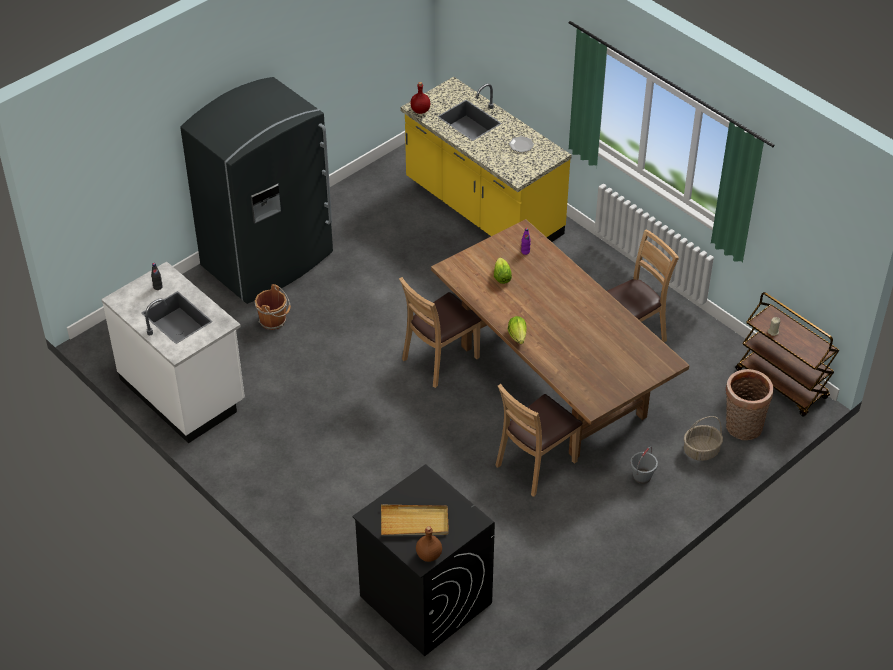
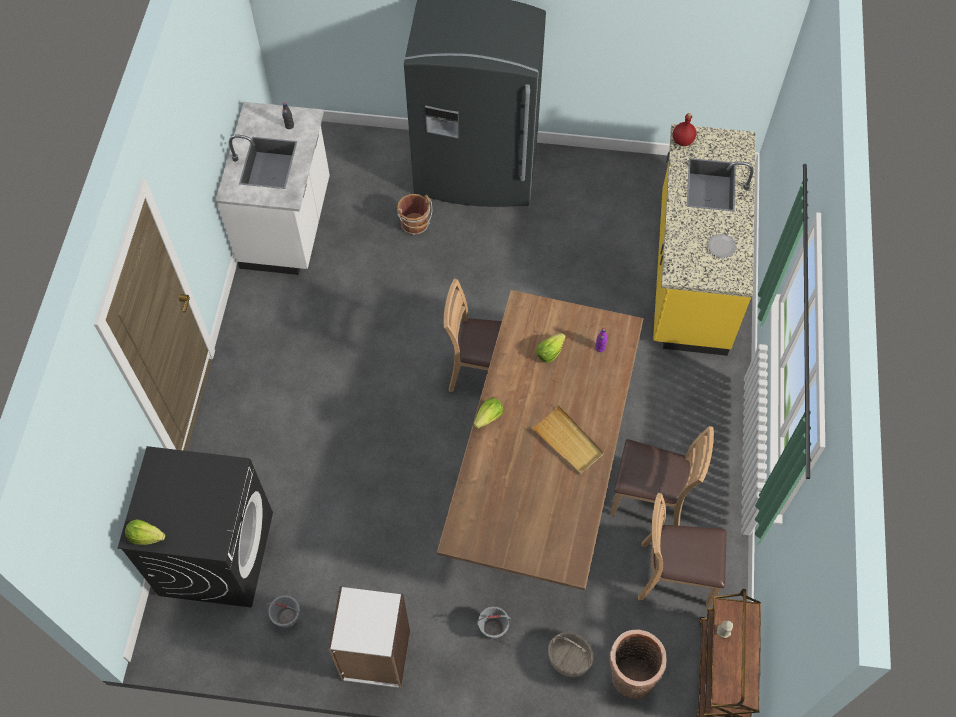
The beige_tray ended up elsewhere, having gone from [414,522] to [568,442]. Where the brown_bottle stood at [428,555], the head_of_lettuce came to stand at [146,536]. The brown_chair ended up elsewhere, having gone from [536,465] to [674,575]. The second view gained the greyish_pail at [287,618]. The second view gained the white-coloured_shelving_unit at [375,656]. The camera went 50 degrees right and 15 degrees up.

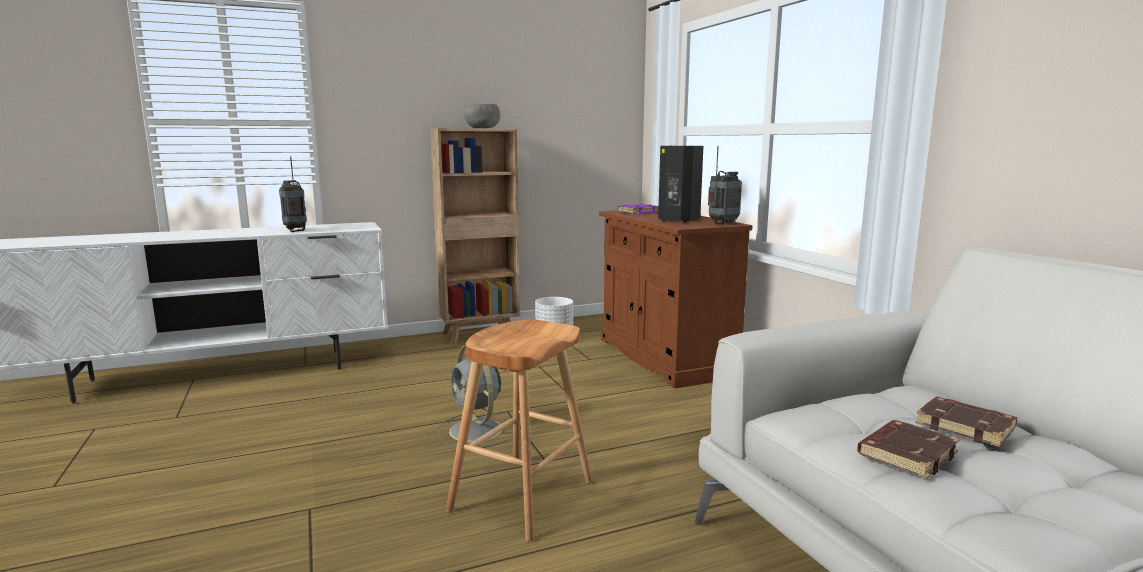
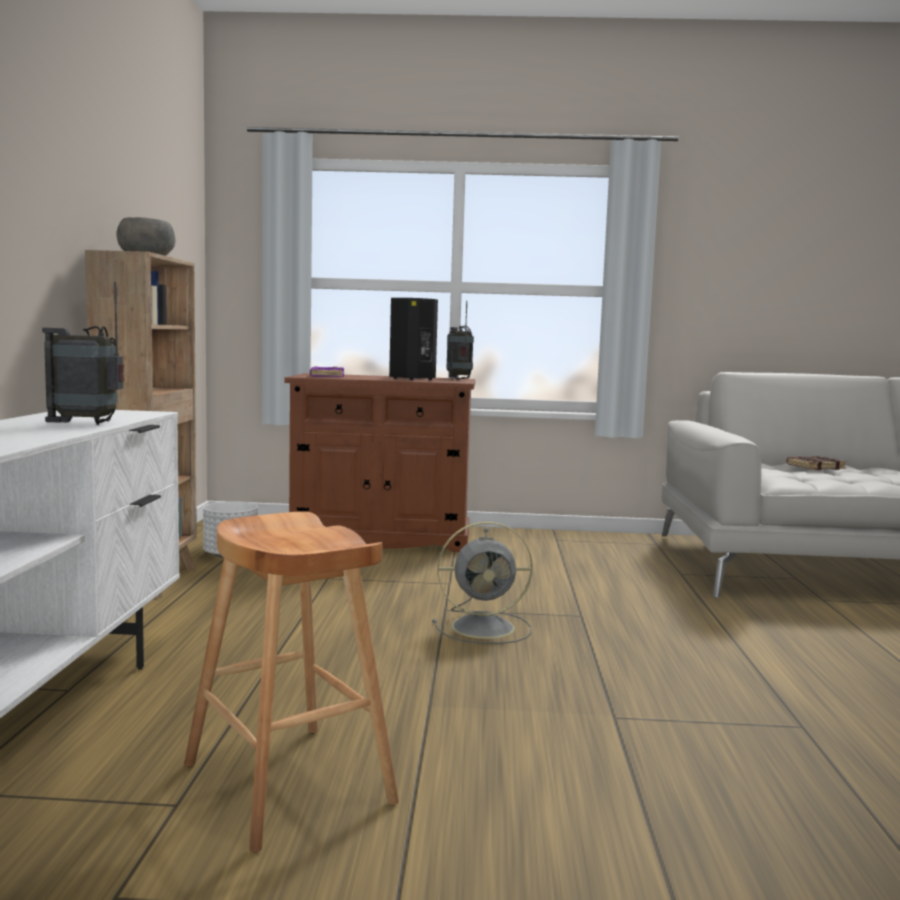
The brown_stool ended up elsewhere, having gone from [522,496] to [288,784]. The second view lost the brown_book at [906,454]. The camera went 65 degrees left and 5 degrees down.

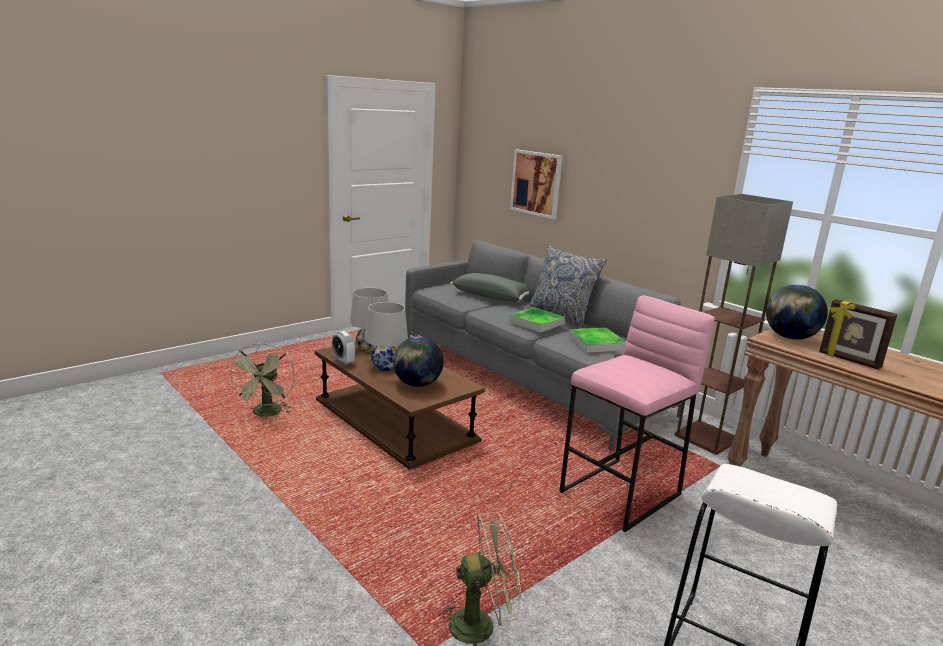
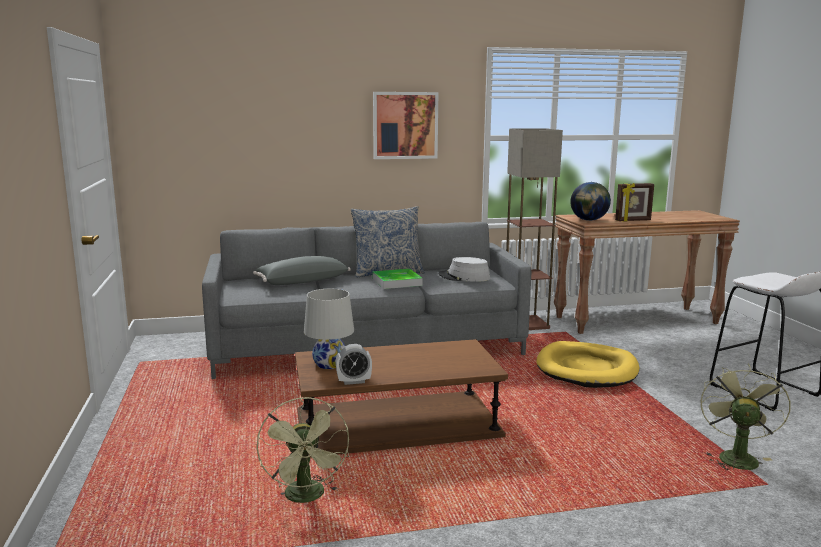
The greenish_electric_fan at [266,414] ended up facing another way, 45 degrees clockwise from before. The second view lost the white-coloured_tabletop_lamp at [386,367]. The second view lost the world_globe at [417,384]. The wall_picture ended up elsewhere, having gone from [536,183] to [405,125]. Where the pink-coloured_stool stood at [621,494], the yellow-coloured_dog_cushion came to stand at [587,369]. Where the tray stood at [596,343], the greyish_clothing_hat came to stand at [464,277]. The camera went 60 degrees left and 5 degrees down.

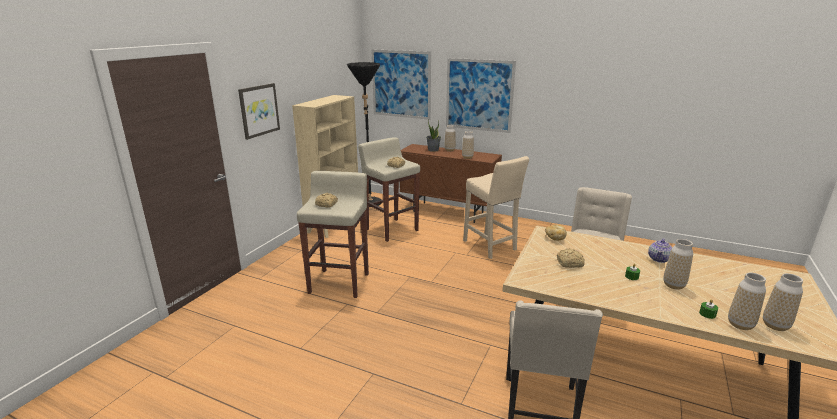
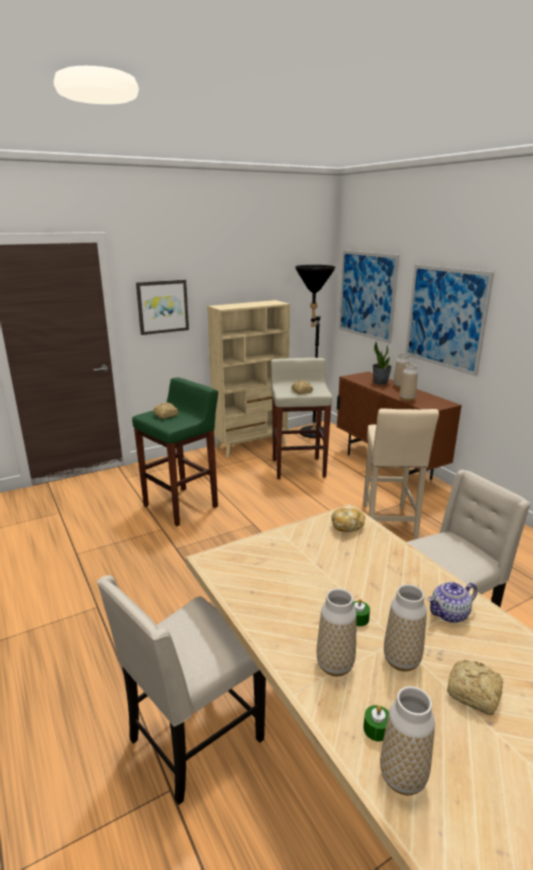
What was the beige_stool at [339,283] turned into the greenish_stool at [182,506]. The bread ended up elsewhere, having gone from [570,263] to [475,694]. The vase ended up elsewhere, having gone from [775,325] to [335,665]. The camera went 35 degrees right and 0 degrees up.

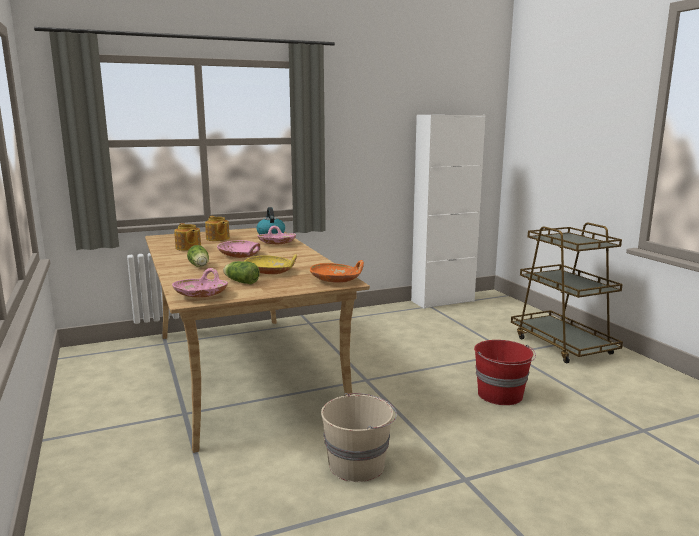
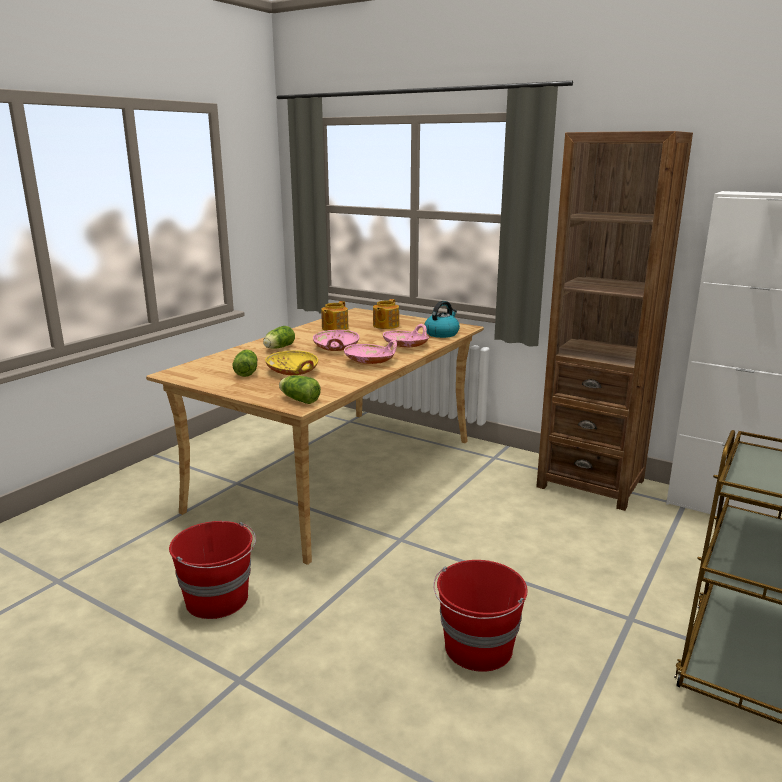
The pink-coloured_serving_bowl ended up elsewhere, having gone from [201,295] to [370,361]. Where the orange_serving_bowl stood at [336,280], the head_of_lettuce came to stand at [298,399]. What was the beige_pail at [358,465] turned into the red-coloured_pail at [218,599]. The second view gained the brown_shelving_unit at [590,483]. The camera went 55 degrees right and 5 degrees up.

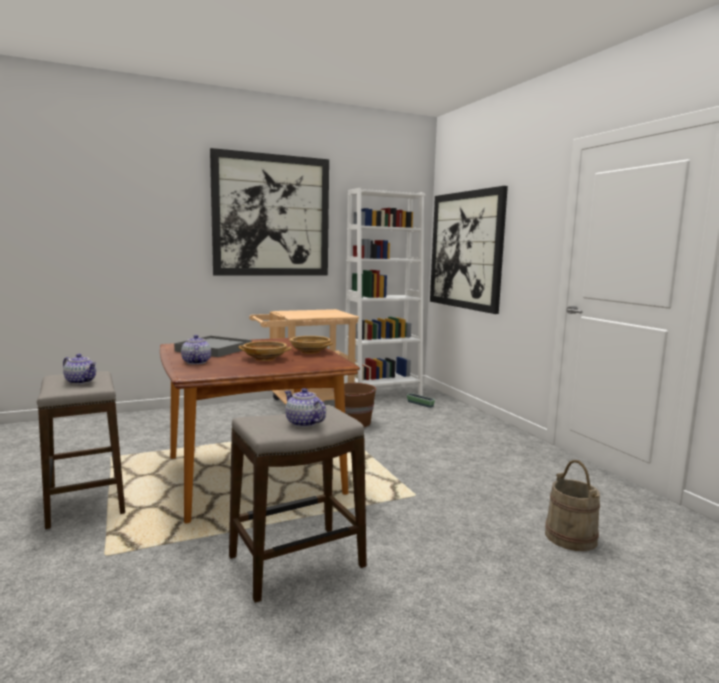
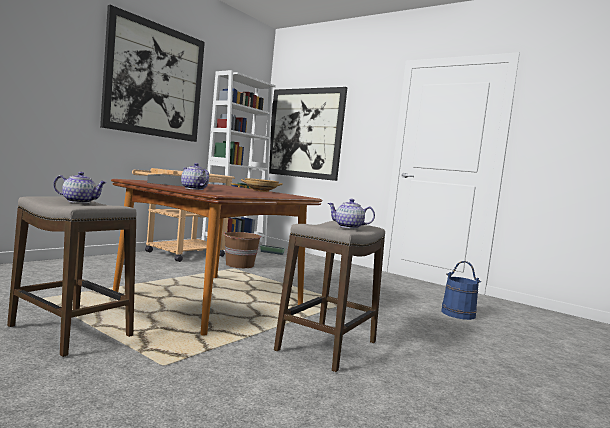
The second view lost the beige_serving_bowl at [265,358]. What was the beige_pail at [571,537] turned into the blue_pail at [458,314]. The camera went 30 degrees left and 5 degrees down.

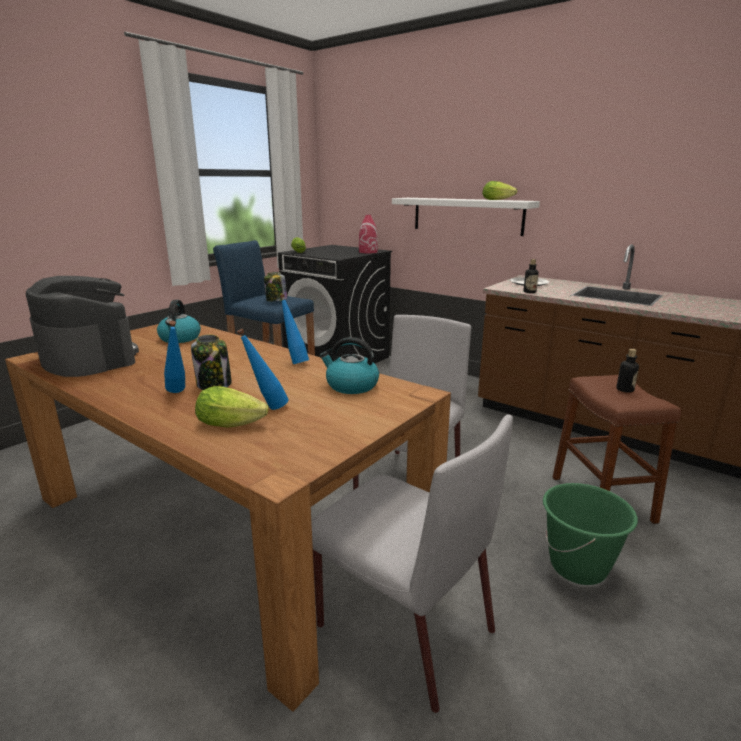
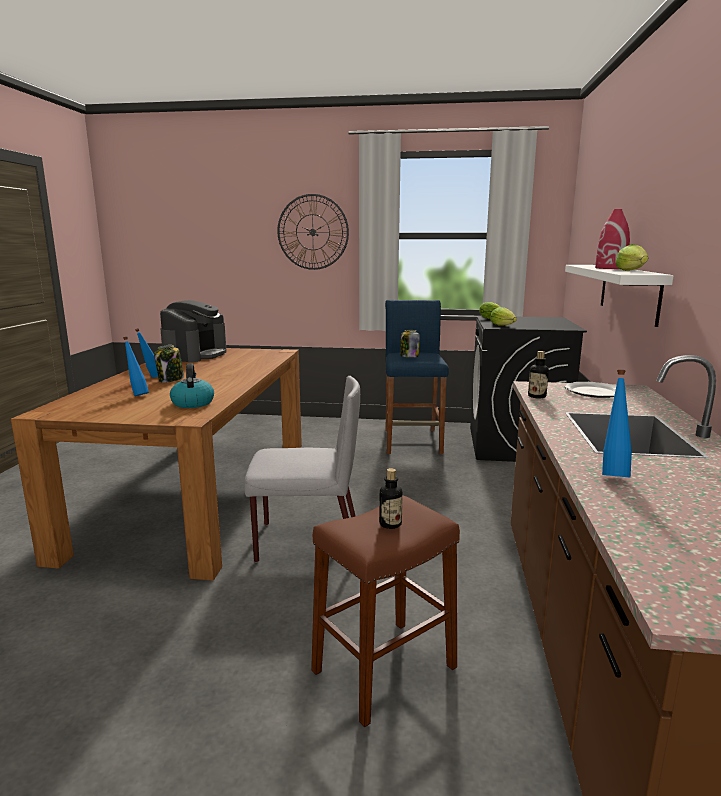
The second view lost the water_kettle at [180,338]. The head_of_lettuce ended up elsewhere, having gone from [234,424] to [503,325]. The blue_bottle ended up elsewhere, having gone from [295,362] to [612,474]. The second view lost the greyish_chair at [402,626]. The red-coloured_vase ended up elsewhere, having gone from [368,252] to [611,268]. The second view lost the greenish_pail at [578,566]. The second view gained the clock_on_the_wall at [313,232]. The camera went 60 degrees right and 5 degrees down.

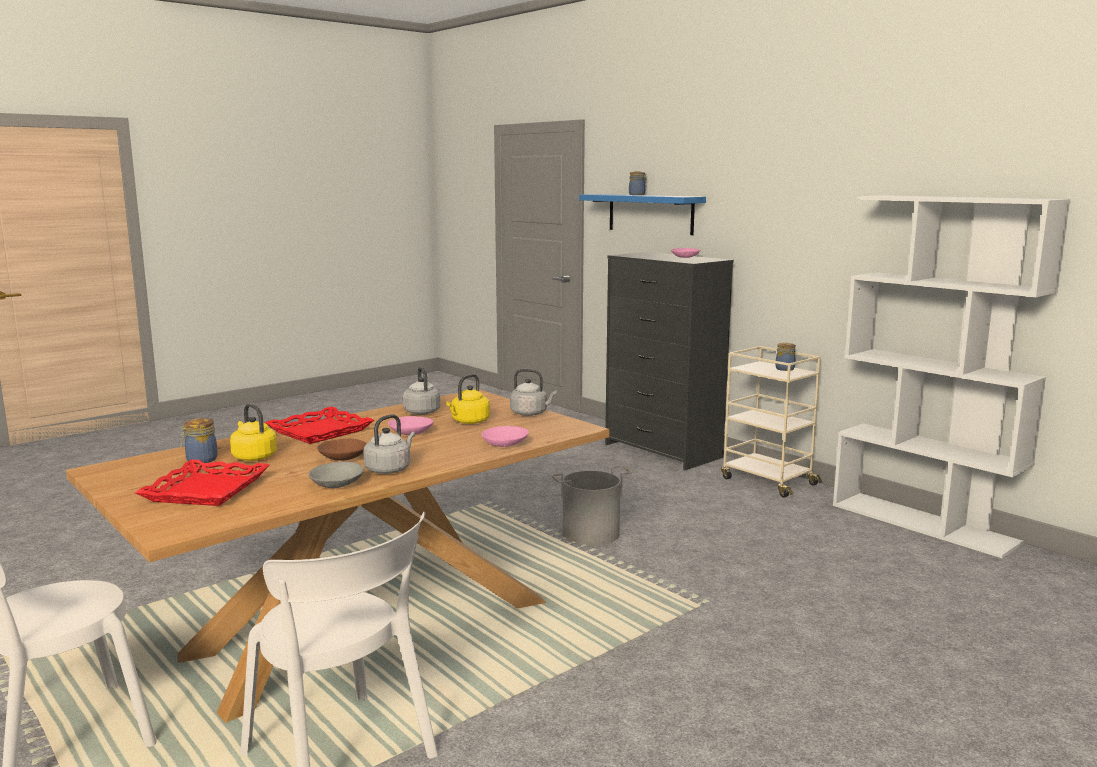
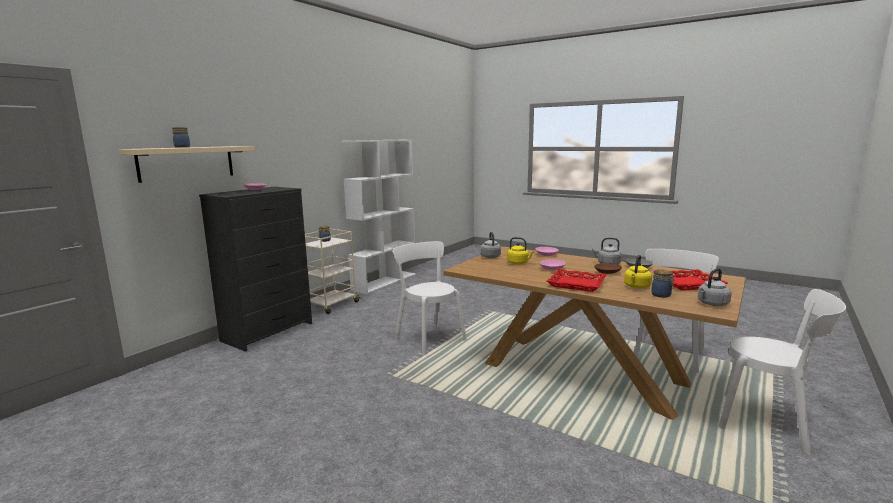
The greyish_water_kettle ended up elsewhere, having gone from [421,411] to [712,304]. Where the greyish_pail stood at [591,534], the white-coloured_chair came to stand at [428,337]. What was the blue_shelf at [650,213] turned into the beige_shelf at [187,163]. The camera went 105 degrees left and 0 degrees up.

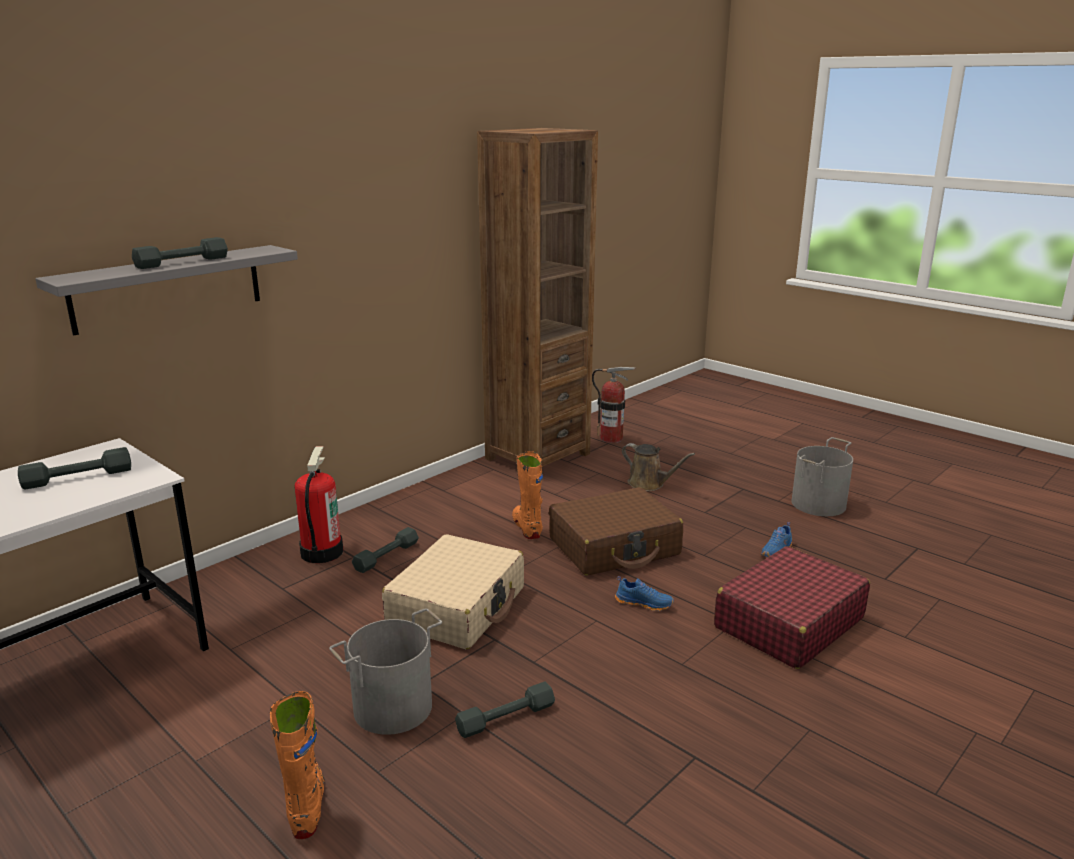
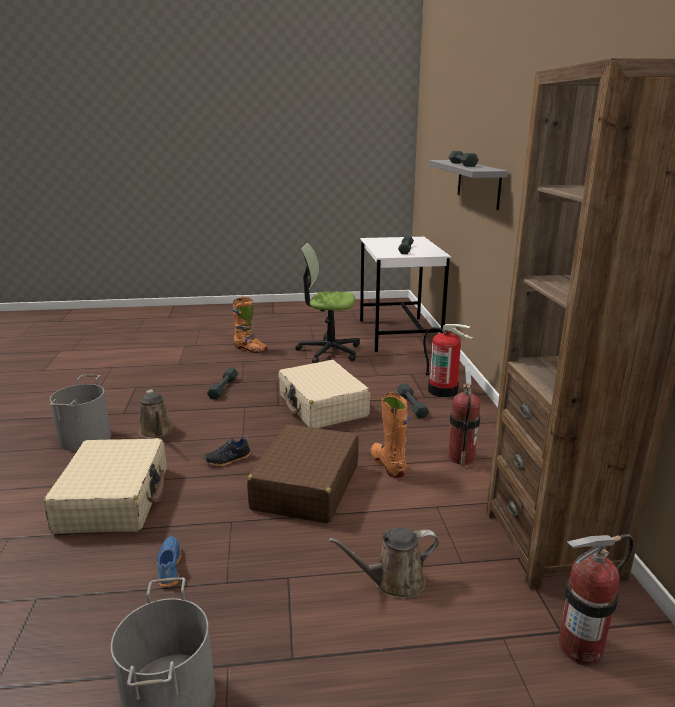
The greyish_pail ended up elsewhere, having gone from [392,706] to [86,438]. The orange_tall_boot at [527,527] ended up facing another way, 135 degrees counterclockwise from before. What was the blue_shoe at [644,603] turned into the blackish_shoe at [228,460]. What was the red-coloured_travel_case at [788,623] turned into the beige_travel_case at [114,499]. The second view gained the brown_watering_can at [157,431]. The second view gained the desk_chair at [329,351]. The second view gained the extinguisher at [461,457]. The camera went 130 degrees right and 0 degrees up.

